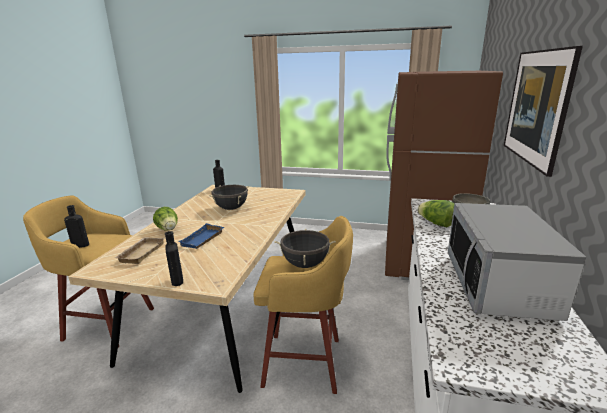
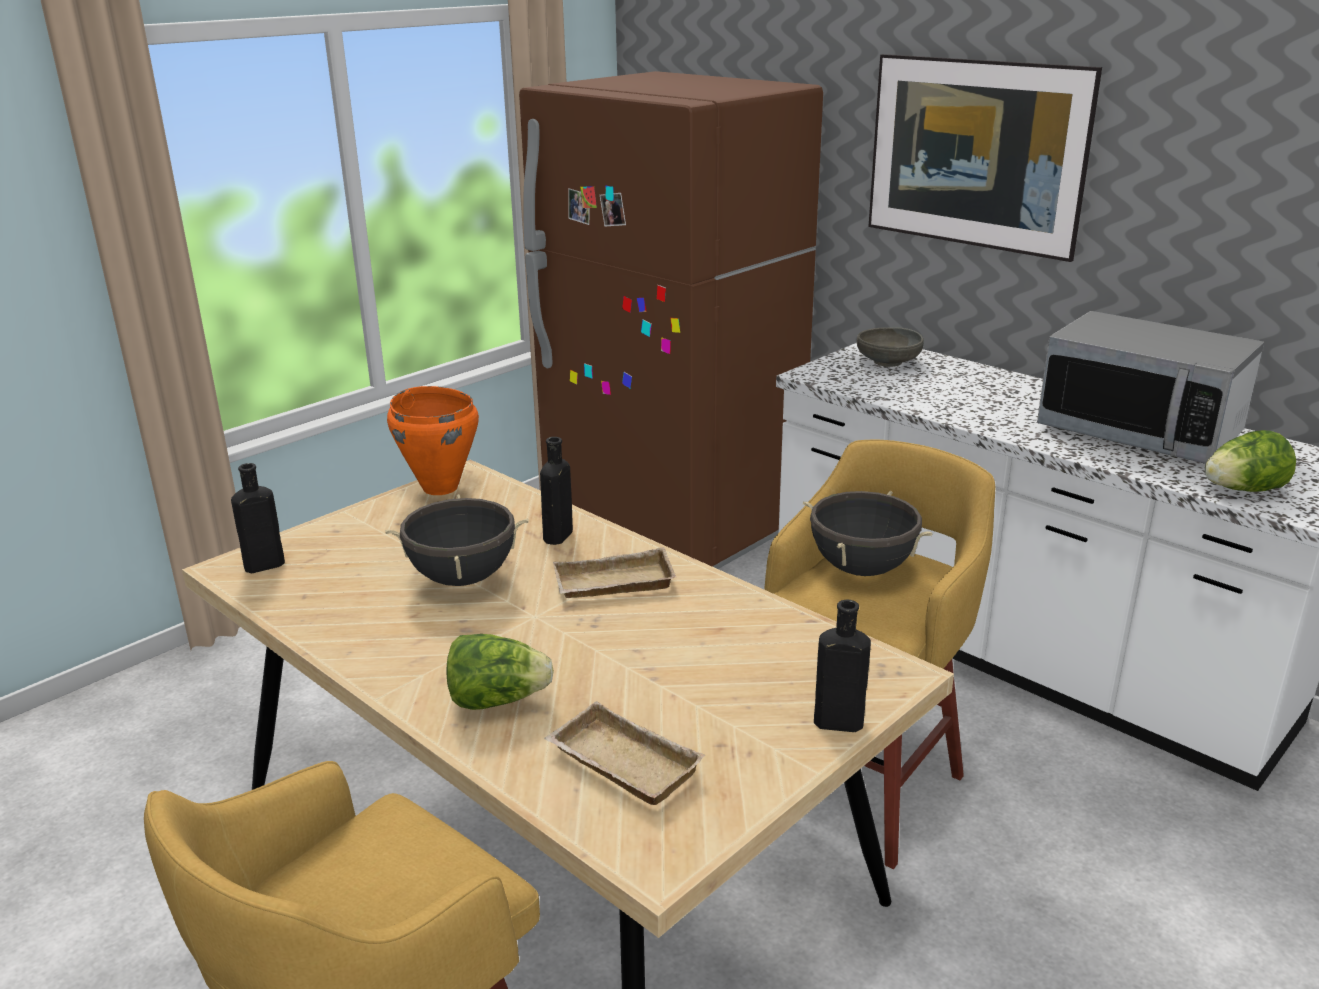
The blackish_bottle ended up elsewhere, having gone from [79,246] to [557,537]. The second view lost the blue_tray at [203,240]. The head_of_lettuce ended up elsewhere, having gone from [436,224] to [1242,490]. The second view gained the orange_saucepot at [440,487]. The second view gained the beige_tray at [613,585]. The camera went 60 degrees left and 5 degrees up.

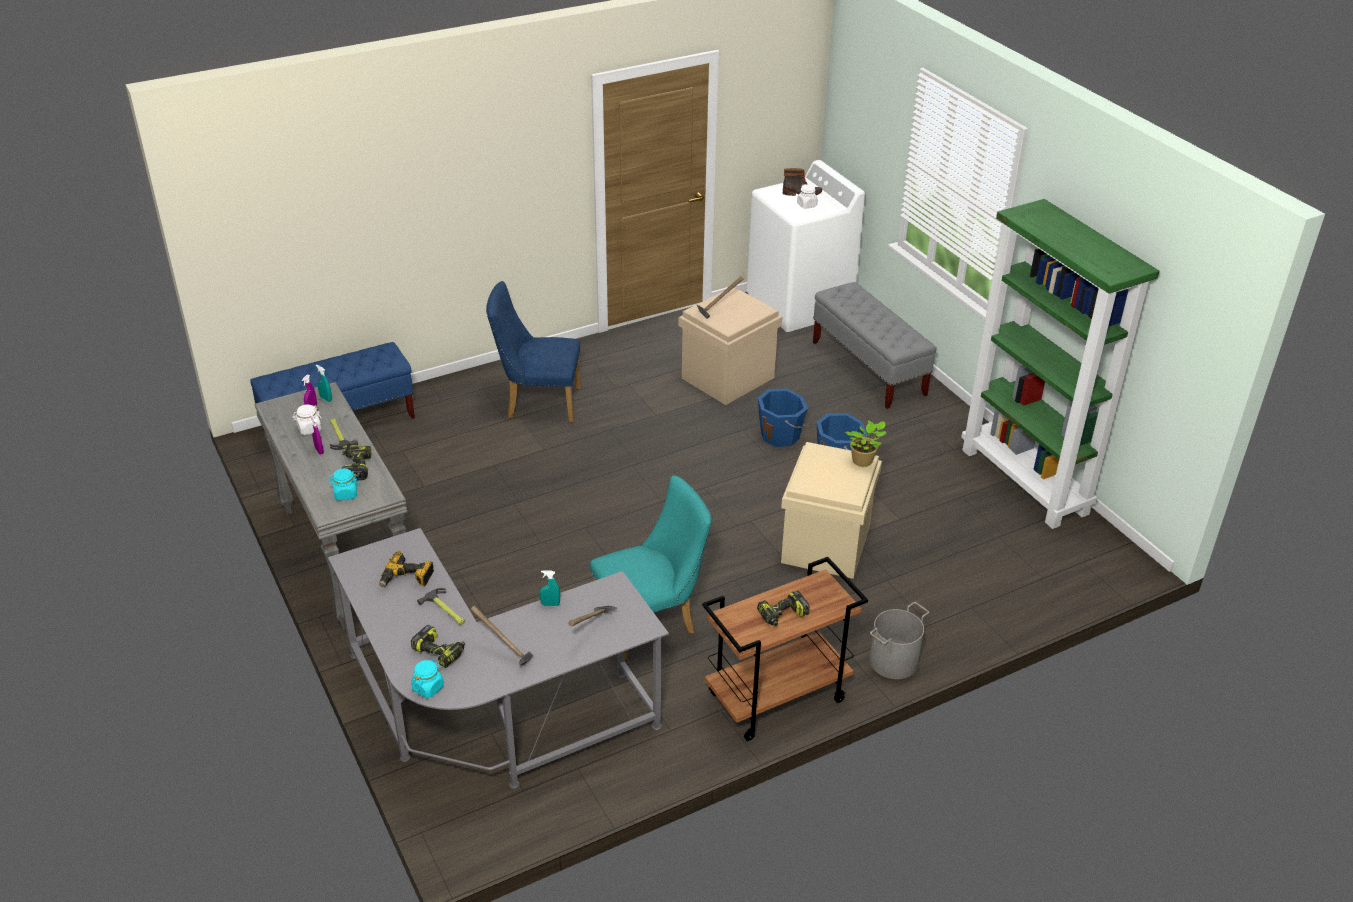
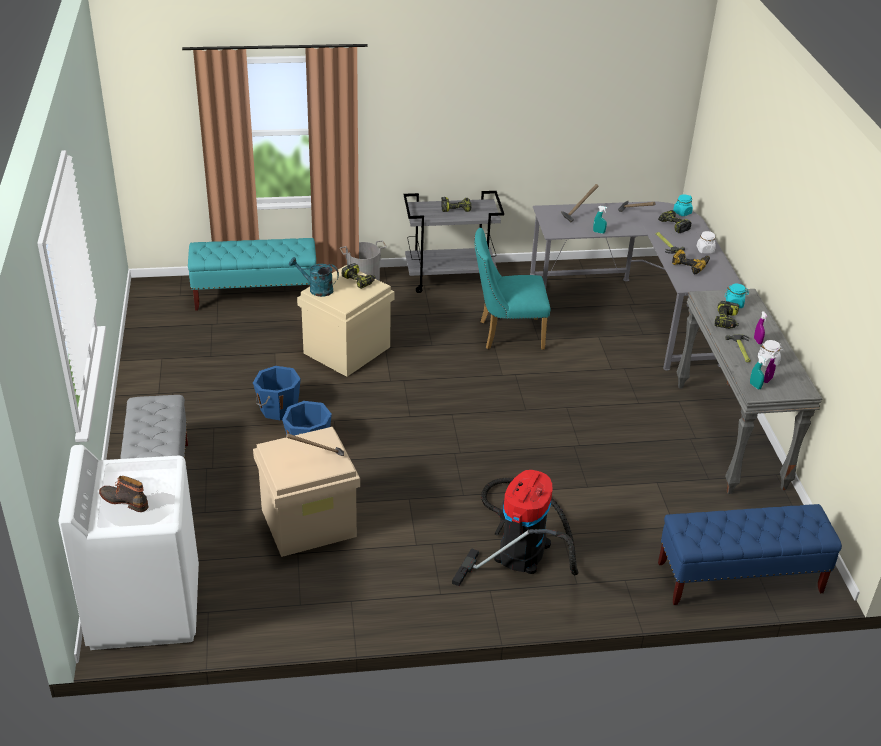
Where the blue_chair stood at [537,403], the hoover came to stand at [523,546]. What was the brown_cart at [776,699] turned into the greyish_cart at [450,278]. The white-coloured_jar ended up elsewhere, having gone from [807,205] to [705,250]. Where the potted_plant stood at [863,461], the turquoise_watering_can came to stand at [316,289]. The second view lost the greenish_shelving_unit at [1025,482]. The second view gained the turquoise_bench at [255,296]. The second view gained the electric_drill at [359,280]. The camera went 160 degrees left and 0 degrees up.

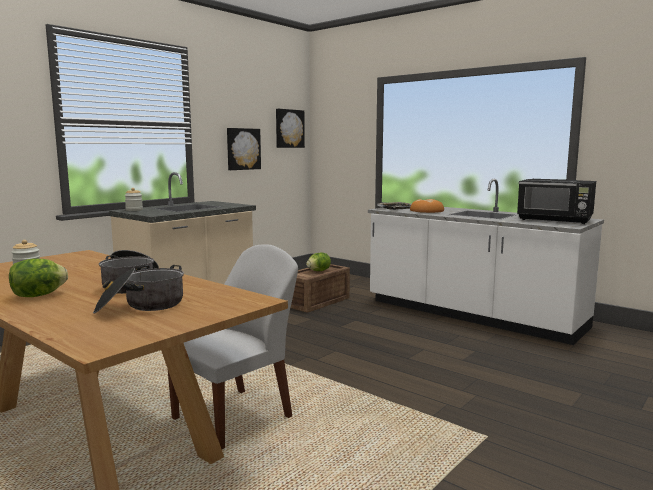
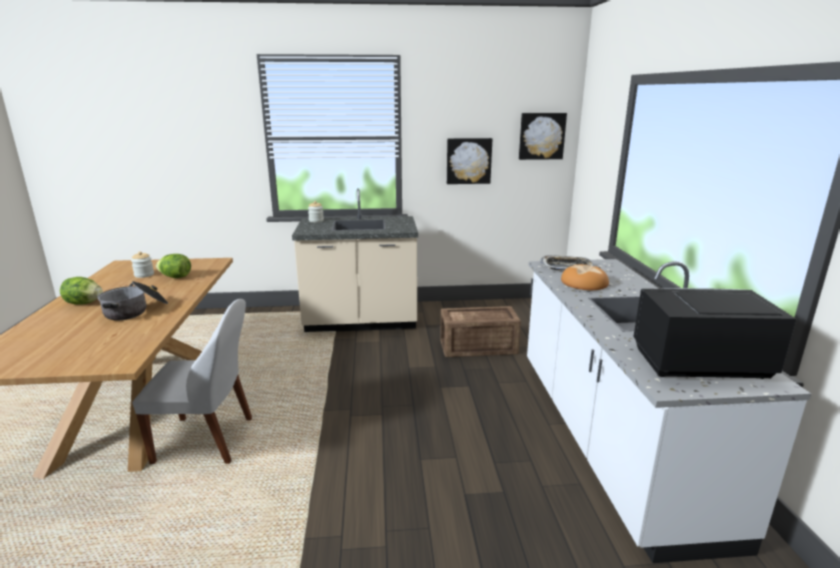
The second view lost the saucepot at [141,306]. The head_of_lettuce ended up elsewhere, having gone from [318,271] to [176,277]. The blackish_kitchen_microwave at [555,220] ended up facing another way, 105 degrees clockwise from before. The camera went 45 degrees right and 10 degrees up.

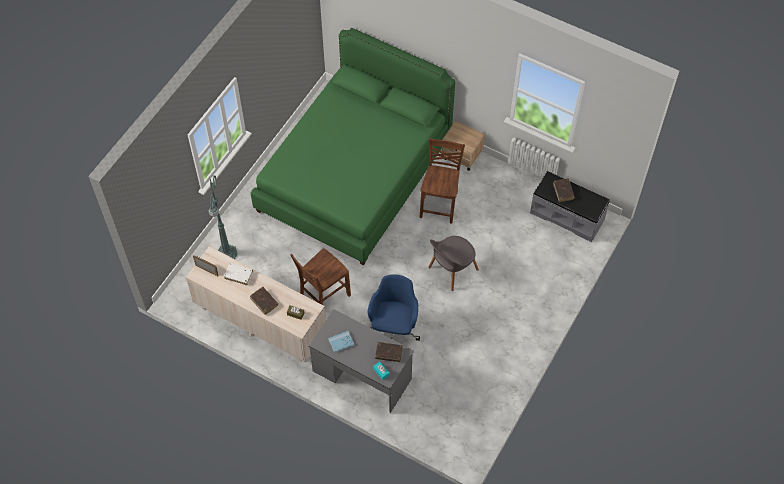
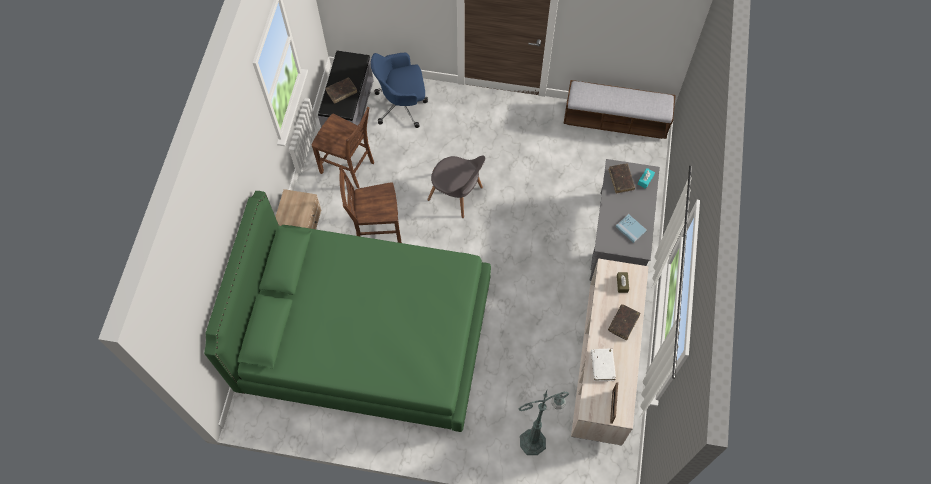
The brown_chair ended up elsewhere, having gone from [323,296] to [348,168]. The blue_desk_chair ended up elsewhere, having gone from [394,328] to [402,105]. The second view gained the bench at [615,121]. The camera went 110 degrees left and 5 degrees up.

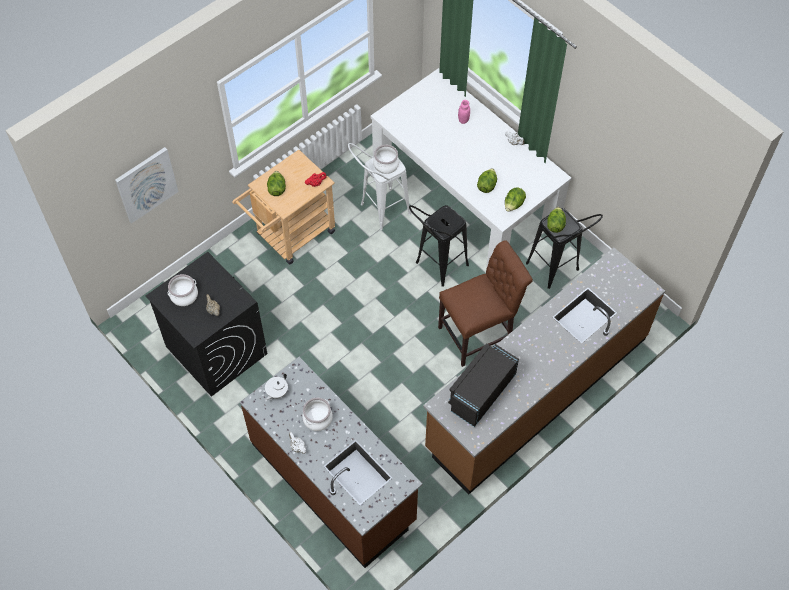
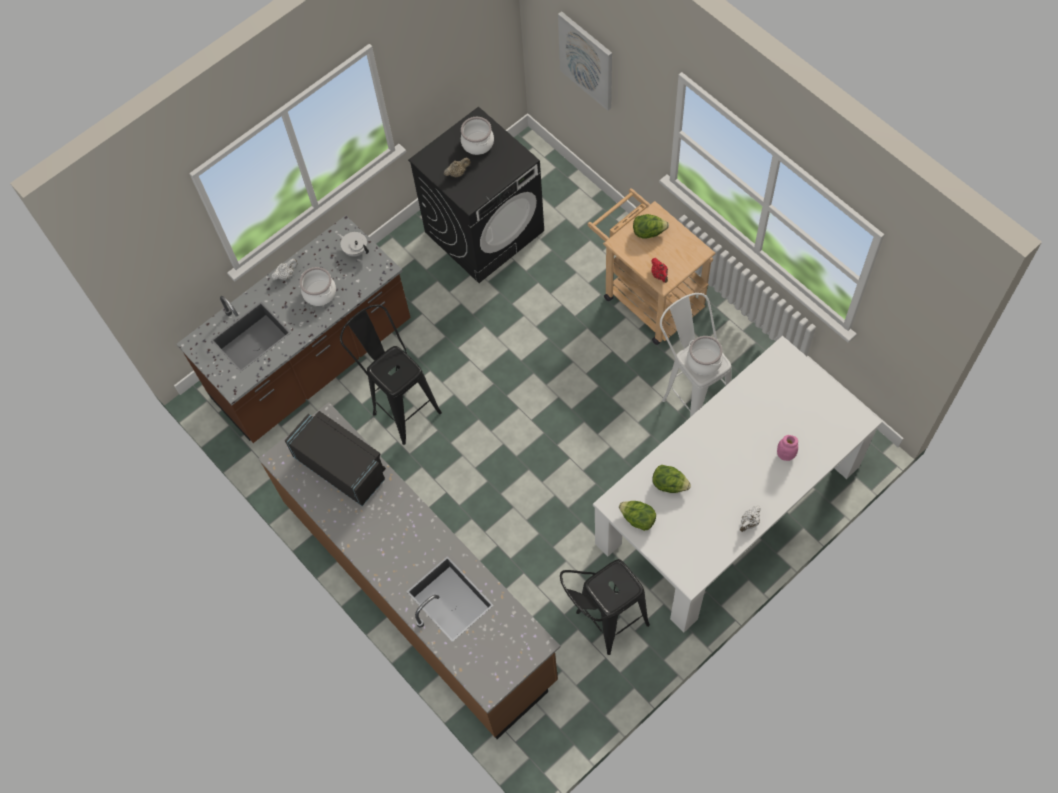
The blackish_stool ended up elsewhere, having gone from [436,268] to [400,406]. The second view lost the brown_chair at [479,334]. The second view lost the head_of_lettuce at [555,225]. The camera went 95 degrees right and 5 degrees up.

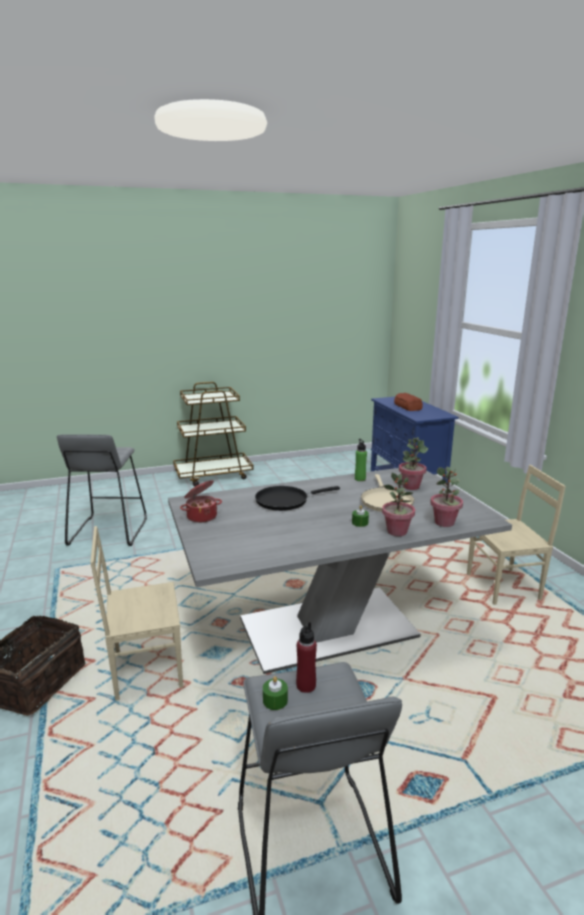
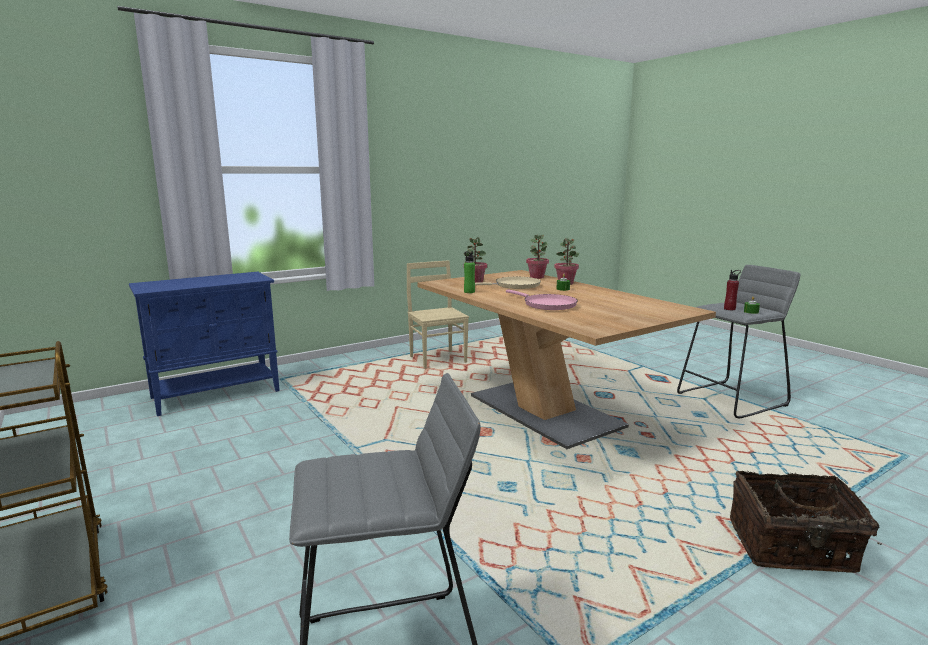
The second view lost the beige_chair at [146,669]. What was the greyish_dinner_table at [328,628] turned into the brown_dinner_table at [544,411]. The second view lost the saucepot at [201,516]. What was the blackish_skillet at [285,501] turned into the pink-coloured_skillet at [547,305]. The second view lost the bread at [407,407]. The camera went 105 degrees left and 5 degrees down.

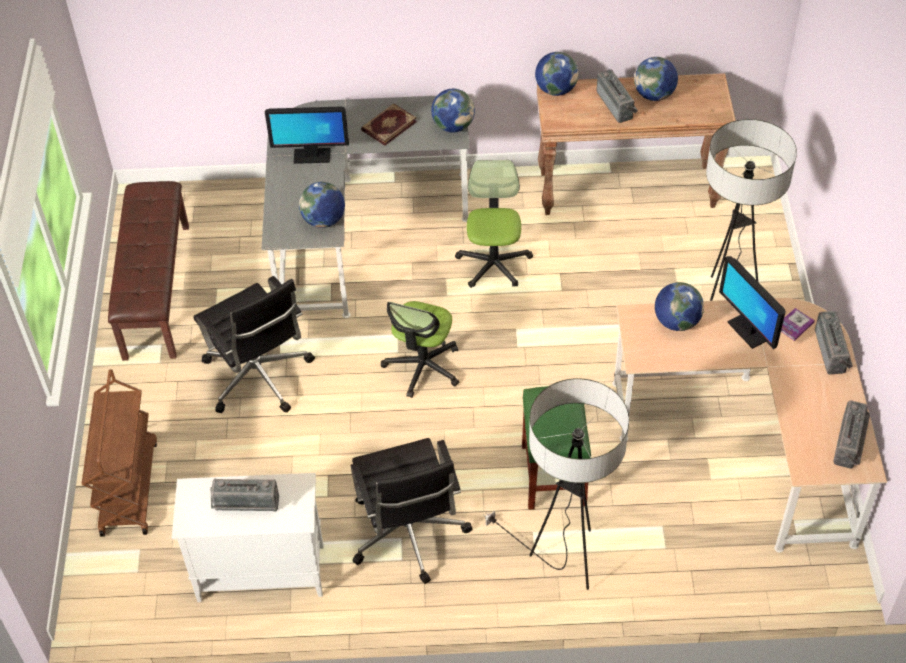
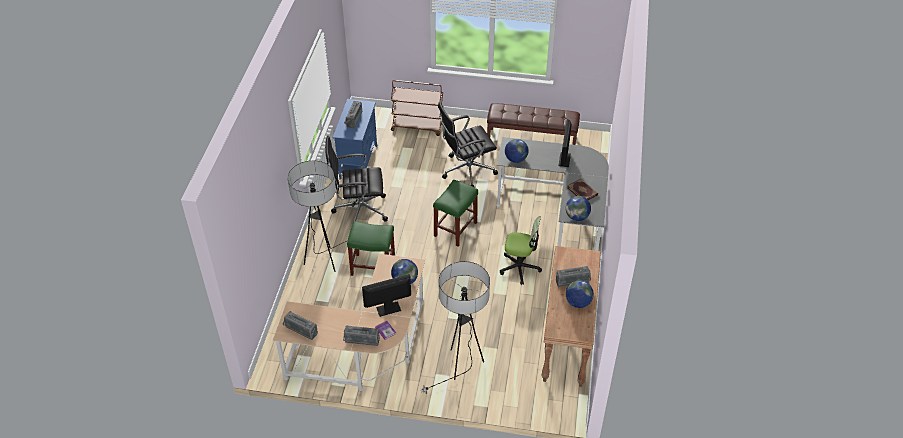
What was the white-coloured_storage_cabinet at [259,573] turned into the blue_storage_cabinet at [358,161]. Where the desk_chair stood at [423,367], the greenish_stool came to stand at [455,228]. The second view lost the world_globe at [556,89]. The camera went 100 degrees right and 5 degrees down.

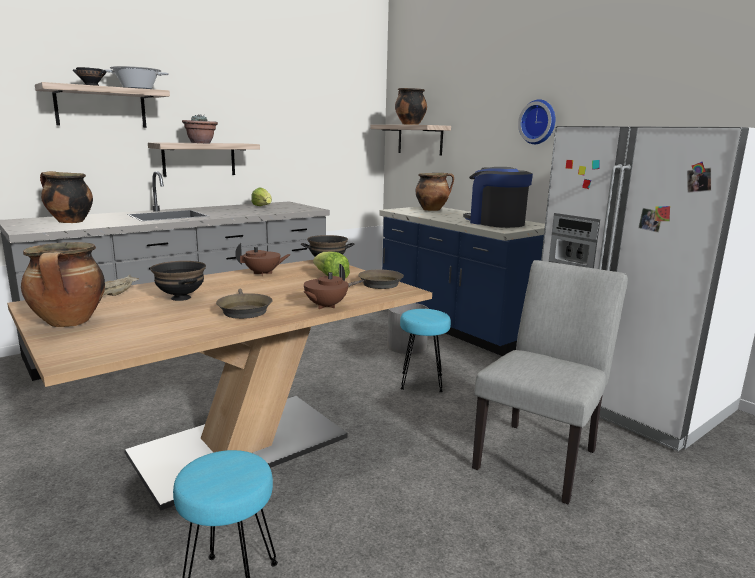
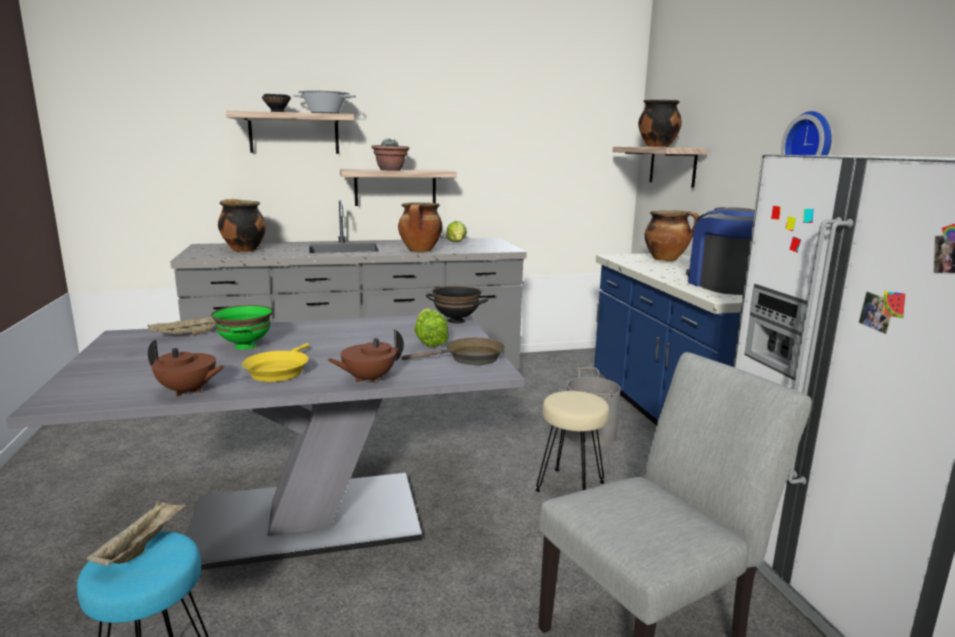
What was the brown_dinner_table at [240,445] turned into the greyish_dinner_table at [306,519]. The saucepot ended up elsewhere, having gone from [70,322] to [420,251]. What was the blackish_serving_bowl at [180,298] turned into the greenish_serving_bowl at [244,346]. What was the brown_skillet at [244,310] turned into the yellow-coloured_skillet at [279,371]. The brown_tea_pot ended up elsewhere, having gone from [263,273] to [188,391]. What was the turquoise_stool at [422,382] turned into the beige_stool at [571,487]. The second view gained the beige_tray at [141,546]. The camera went 25 degrees right and 0 degrees up.

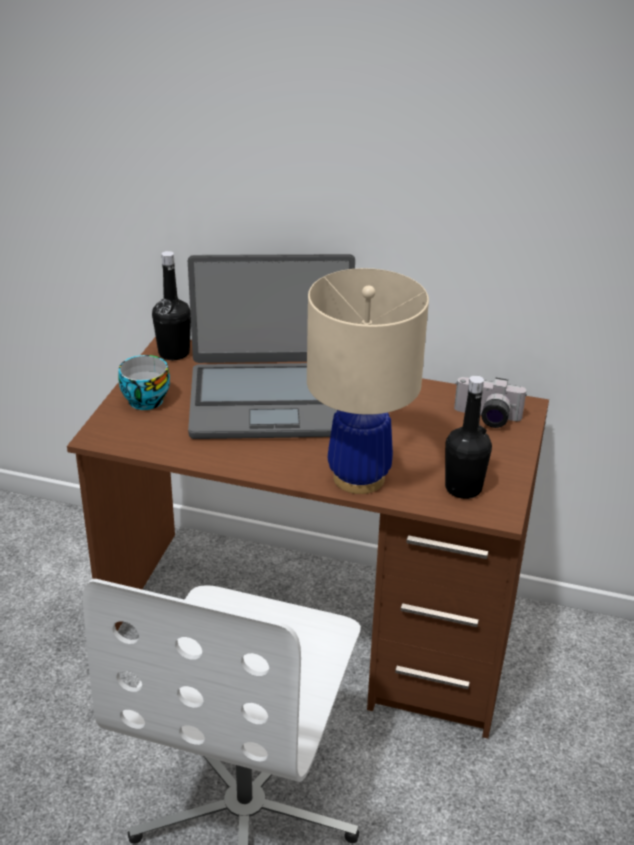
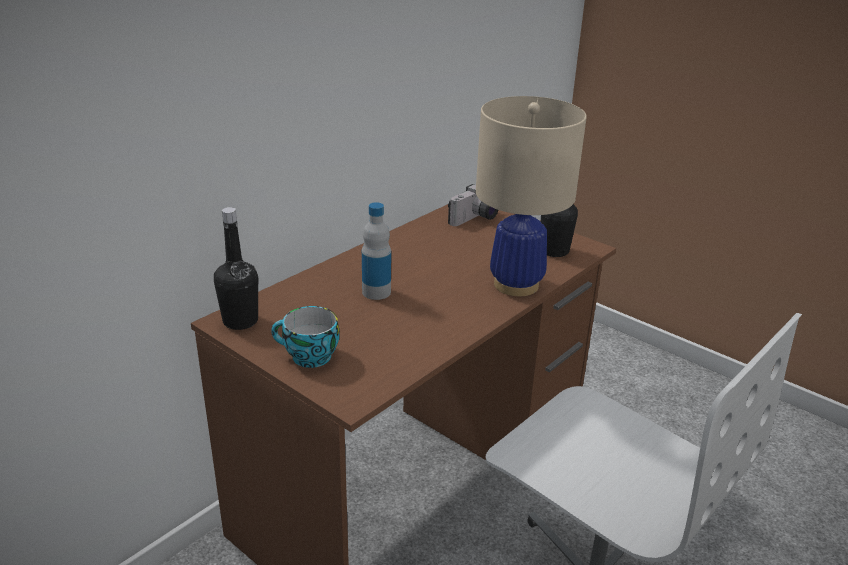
Where the notebook_computer stood at [273,401], the bottle came to stand at [376,292]. The camera went 65 degrees left and 5 degrees down.

